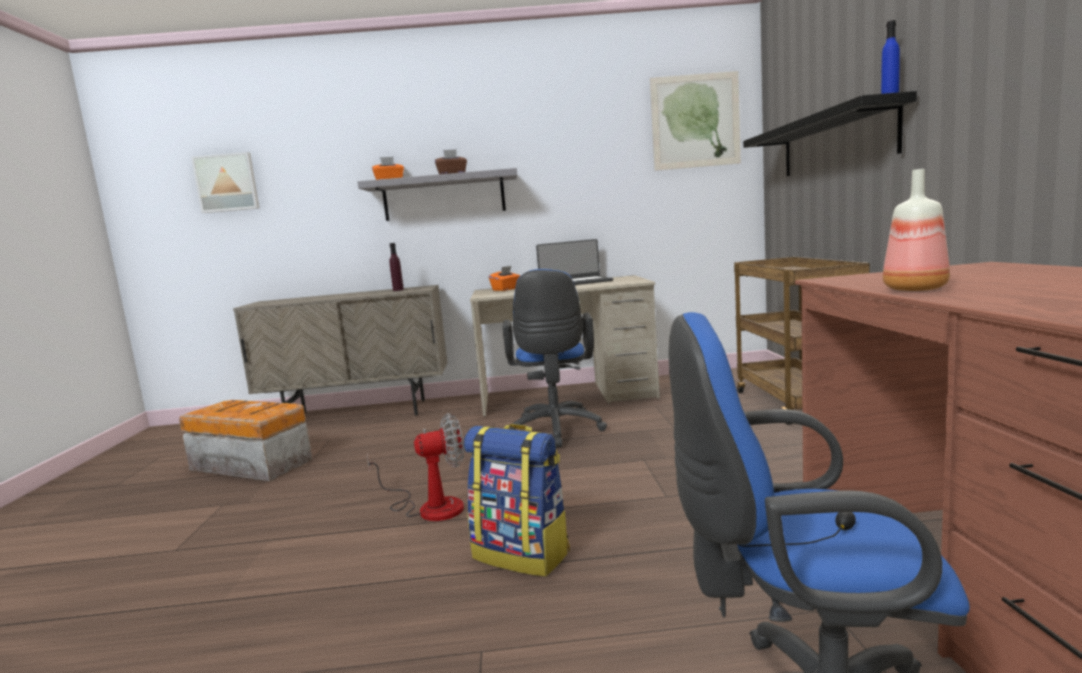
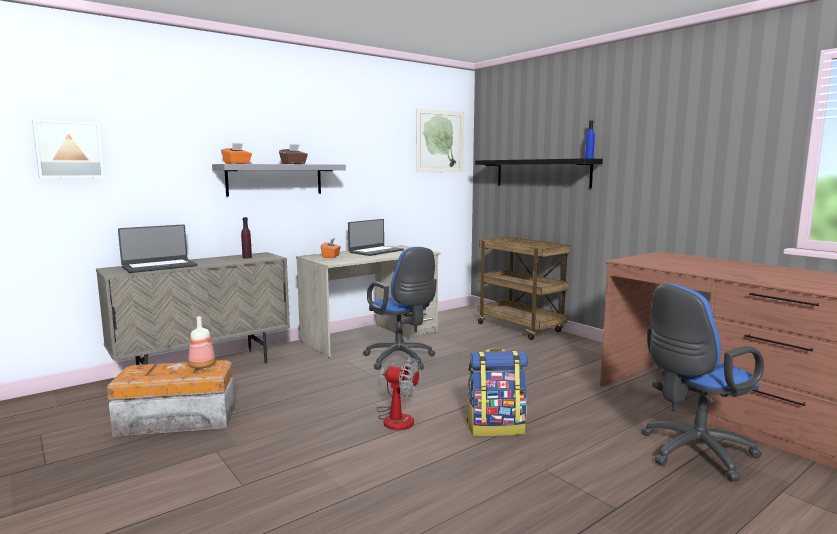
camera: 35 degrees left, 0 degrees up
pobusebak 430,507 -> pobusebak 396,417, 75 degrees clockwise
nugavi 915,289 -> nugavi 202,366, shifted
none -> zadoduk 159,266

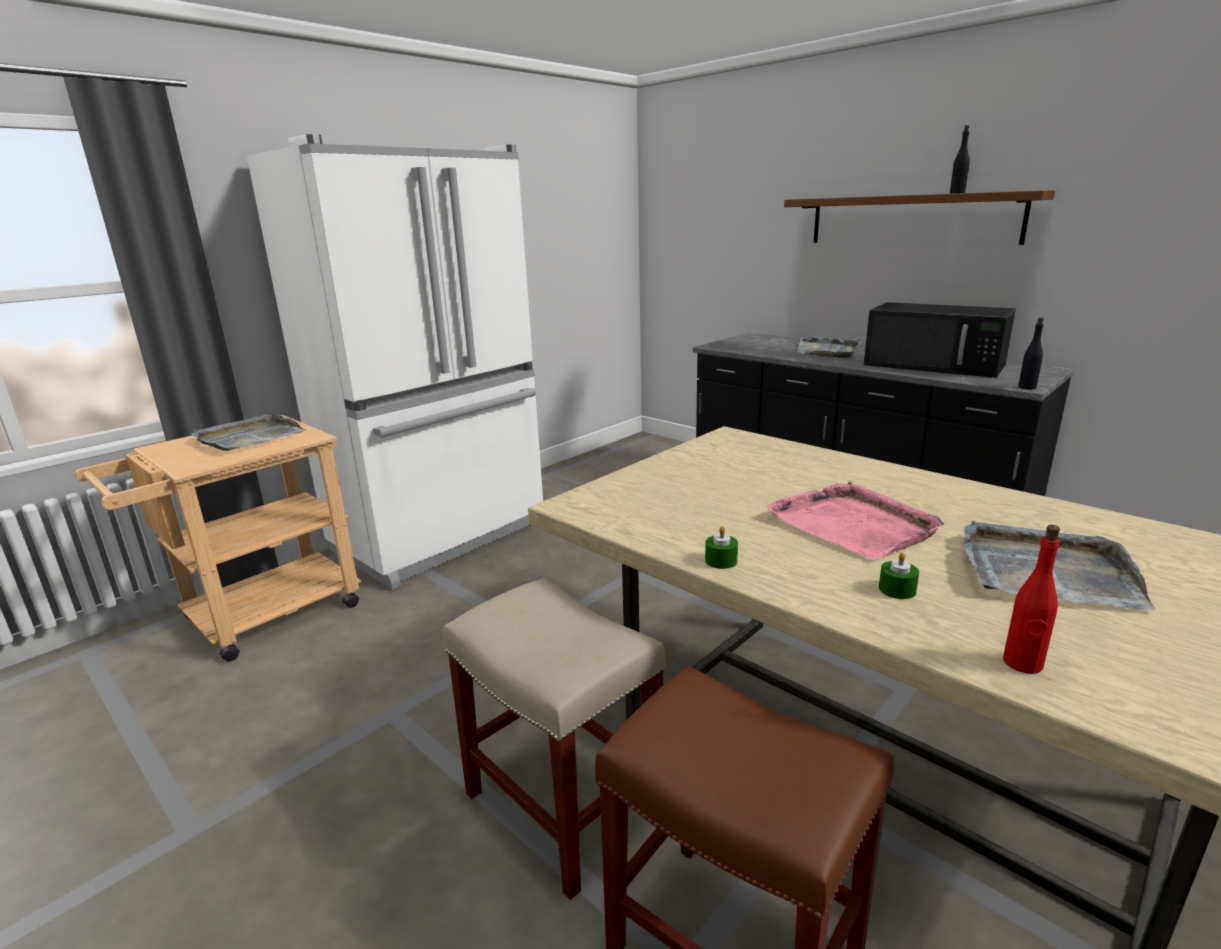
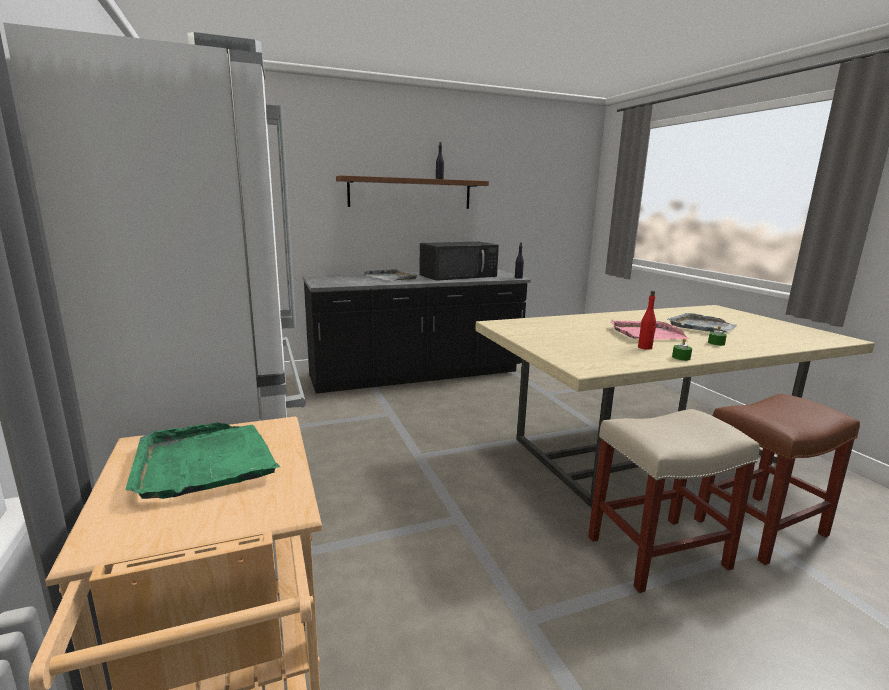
camera: 65 degrees left, 5 degrees down
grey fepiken 249,437 -> green fepiken 205,462
red nugavi 1022,663 -> red nugavi 645,347, shifted

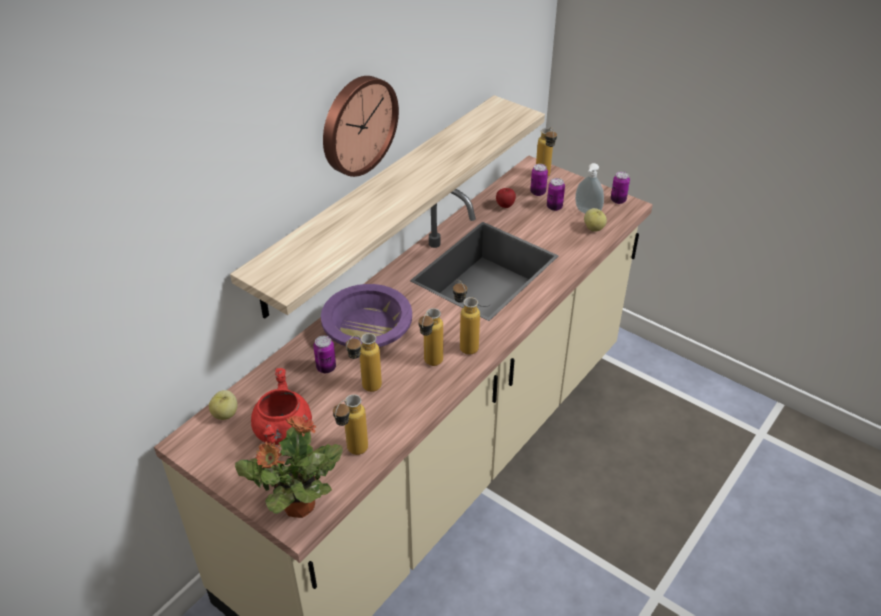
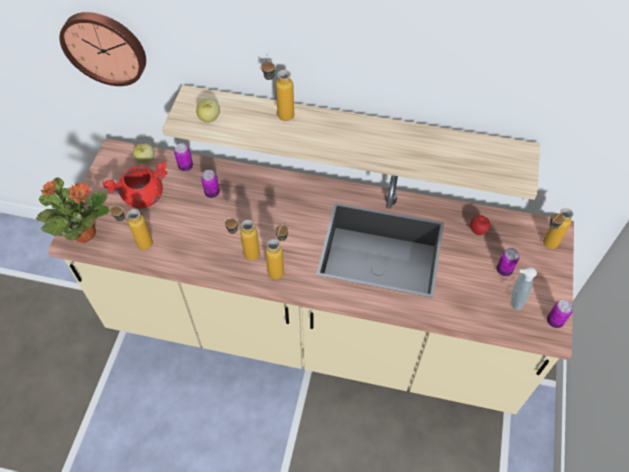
camera: 65 degrees right, 15 degrees up
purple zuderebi 367,329 -> none
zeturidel 357,124 -> zeturidel 105,47, shifted
nugavi 365,389 -> nugavi 279,113, shifted
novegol 538,192 -> novegol 185,166, shifted
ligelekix 594,228 -> ligelekix 209,118, shifted

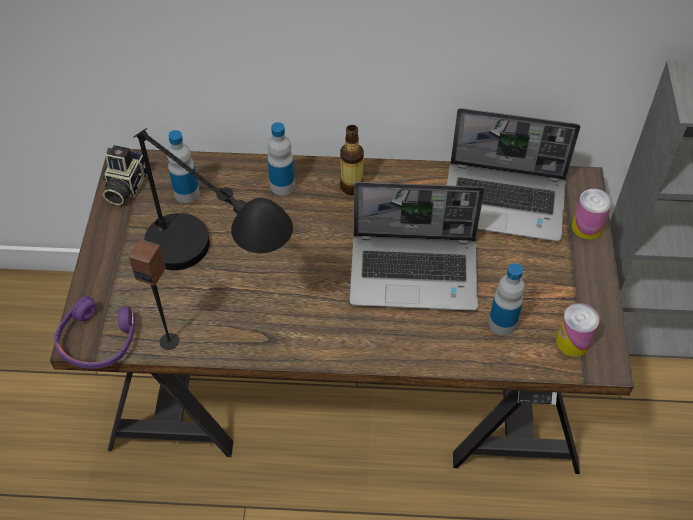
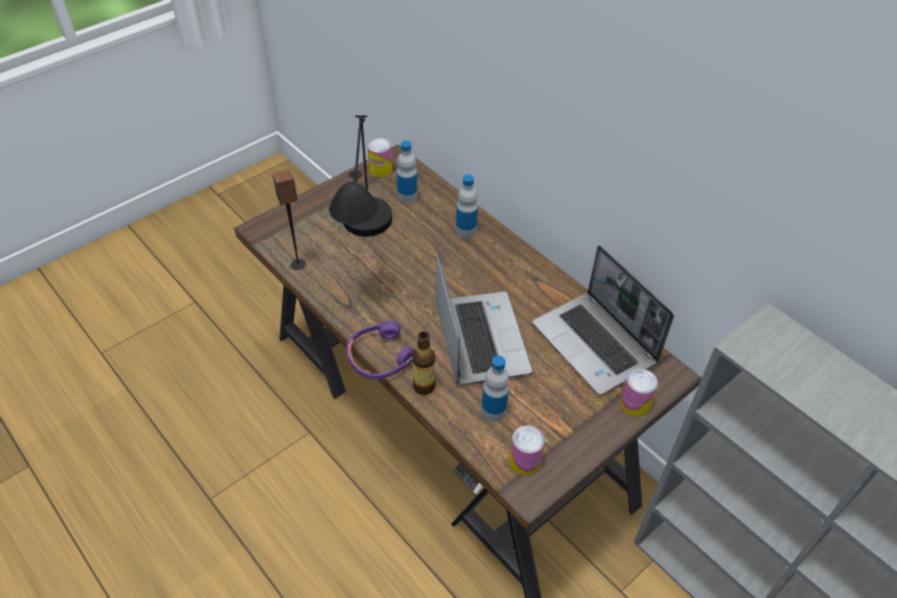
camera: 45 degrees right, 5 degrees down
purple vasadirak 97,340 -> purple vasadirak 380,357, shifted
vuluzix 125,186 -> novegol 380,169
nugavi 351,186 -> nugavi 424,386, shifted
zadoduk 415,272 -> zadoduk 479,338, 150 degrees counterclockwise

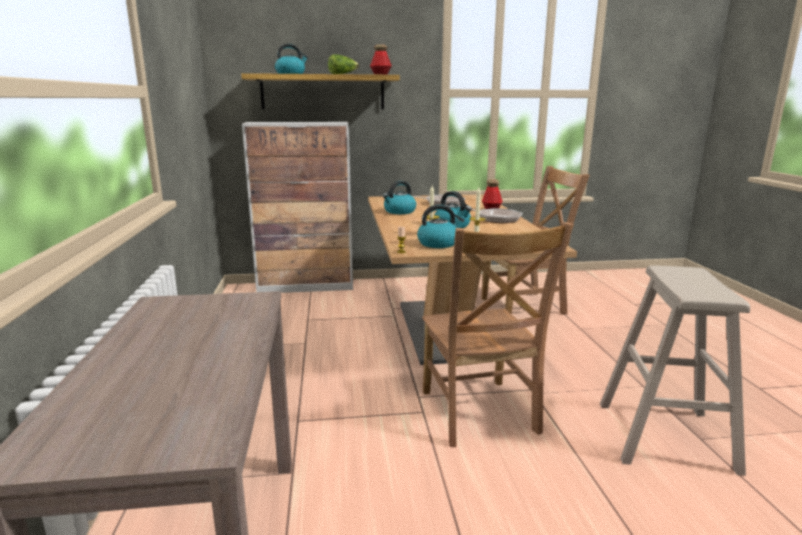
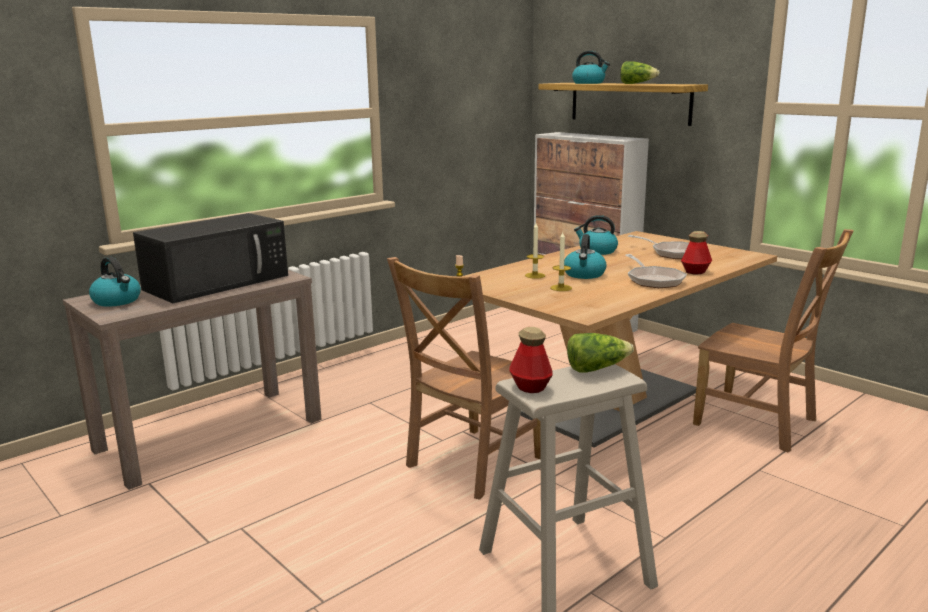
camera: 55 degrees right, 0 degrees up
nugavi 380,74 -> nugavi 530,387, shifted
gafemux 438,243 -> gafemux 117,301, shifted
none -> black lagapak 218,282
none -> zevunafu 596,368

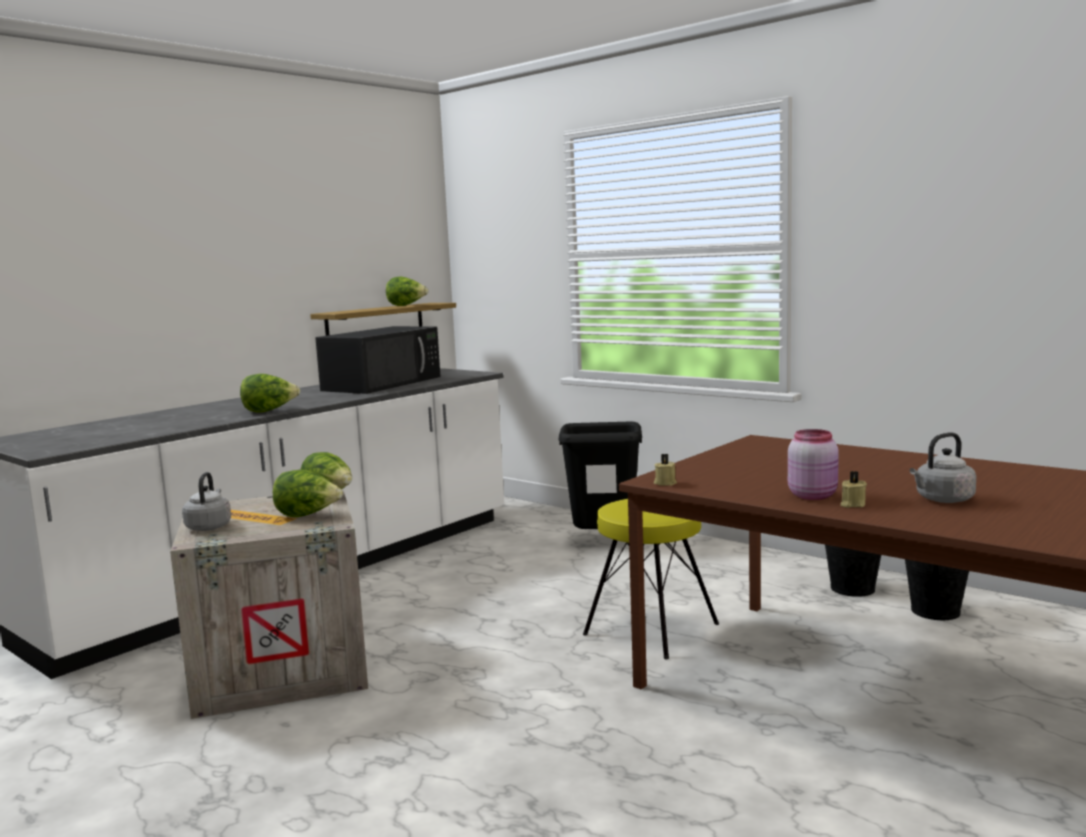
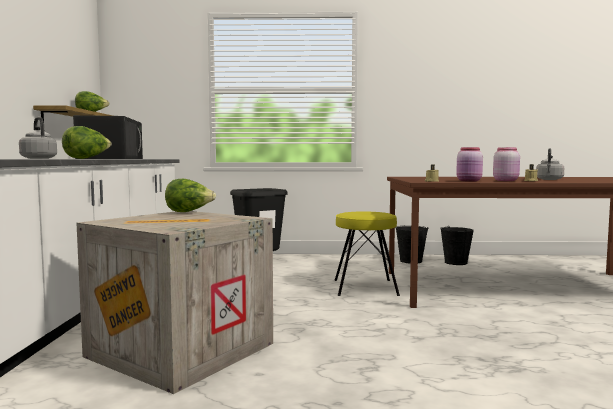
camera: 40 degrees left, 5 degrees down
grey gafemux 209,526 -> grey gafemux 38,158, shifted
zevunafu 307,515 -> none
none -> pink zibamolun 469,181

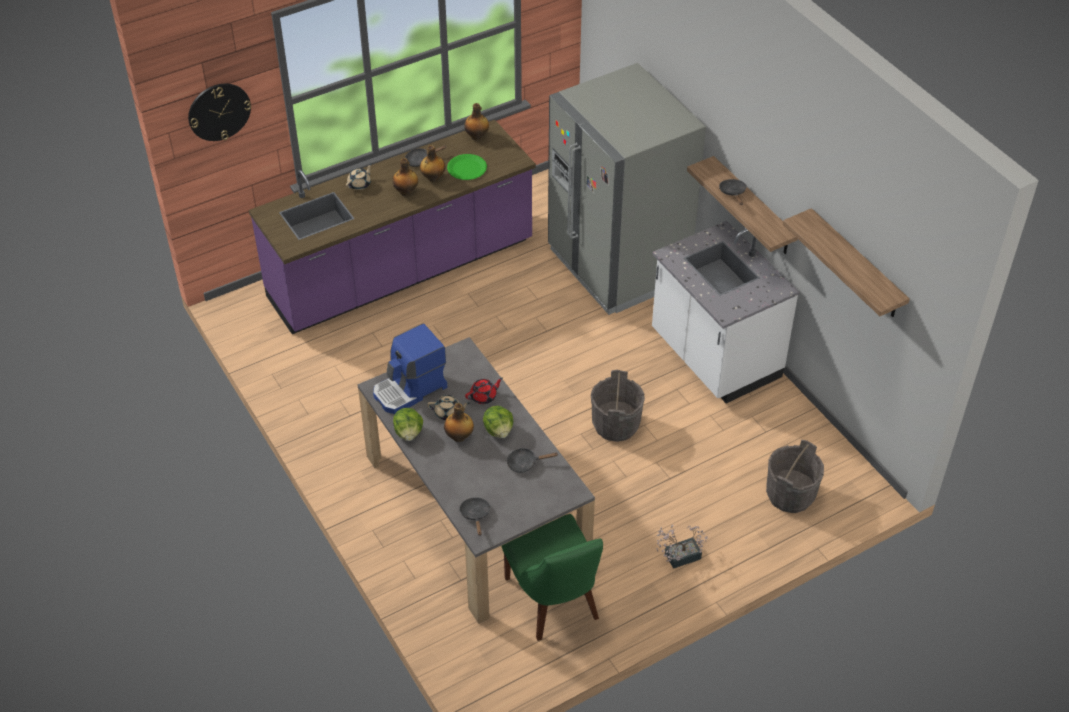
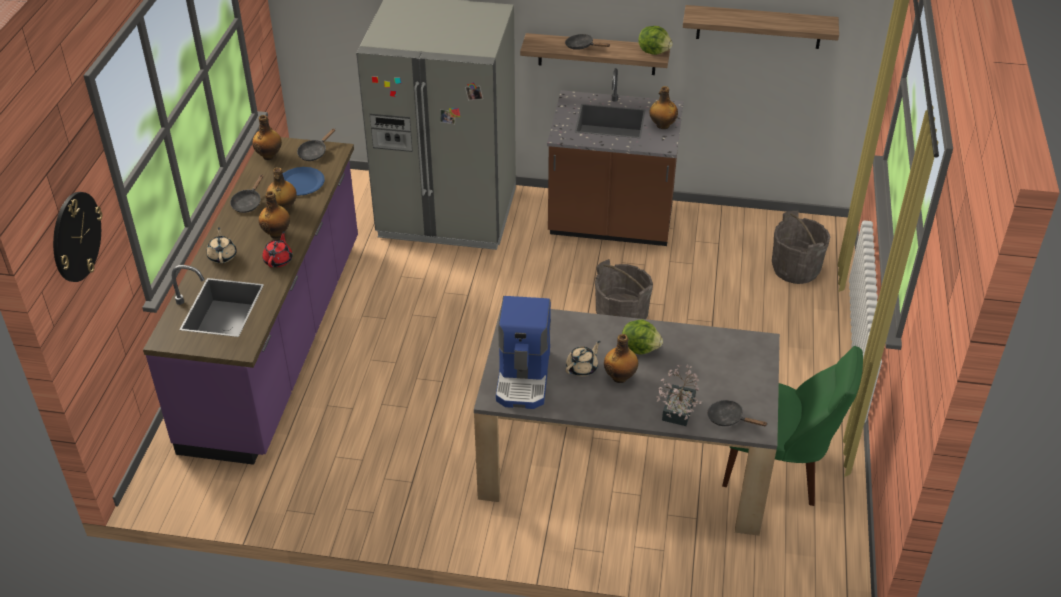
camera: 50 degrees left, 5 degrees down
zevunafu 409,433 -> zevunafu 654,51, shifted
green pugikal 466,168 -> blue pugikal 301,183
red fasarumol 484,396 -> red fasarumol 278,260, shifted
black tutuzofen 525,463 -> black tutuzofen 314,152, shifted
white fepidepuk 714,357 -> brown fepidepuk 611,223
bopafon 678,557 -> bopafon 676,413, shifted
none -> nugavi 662,125

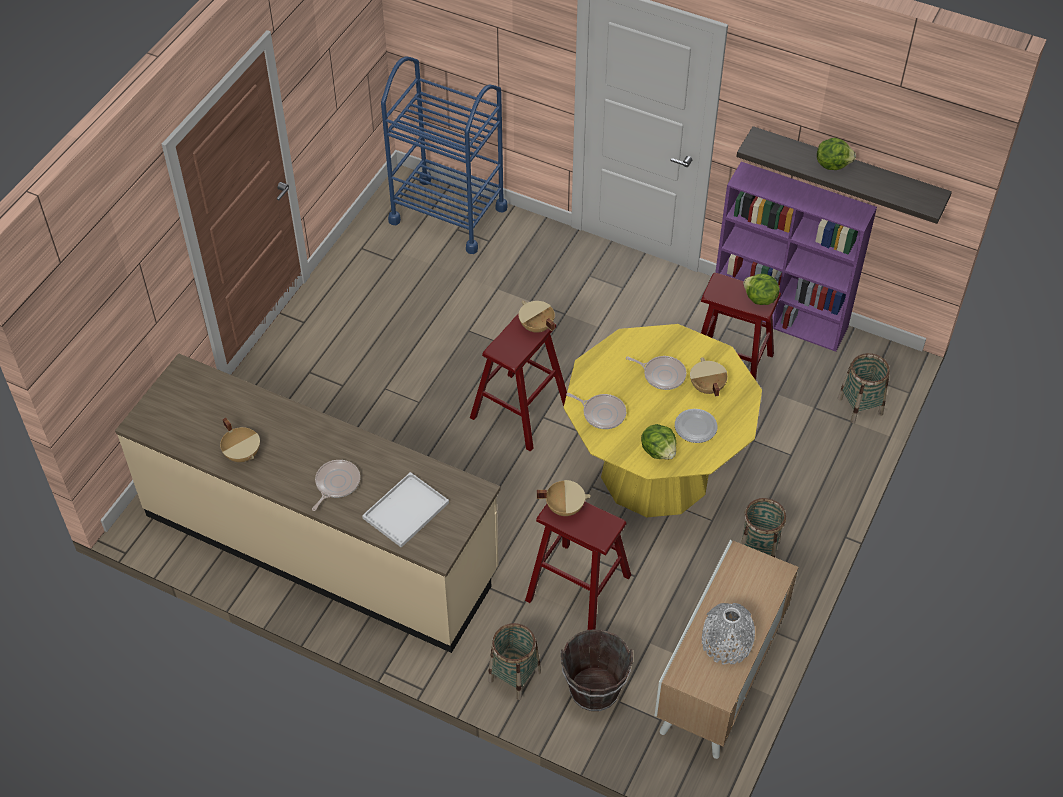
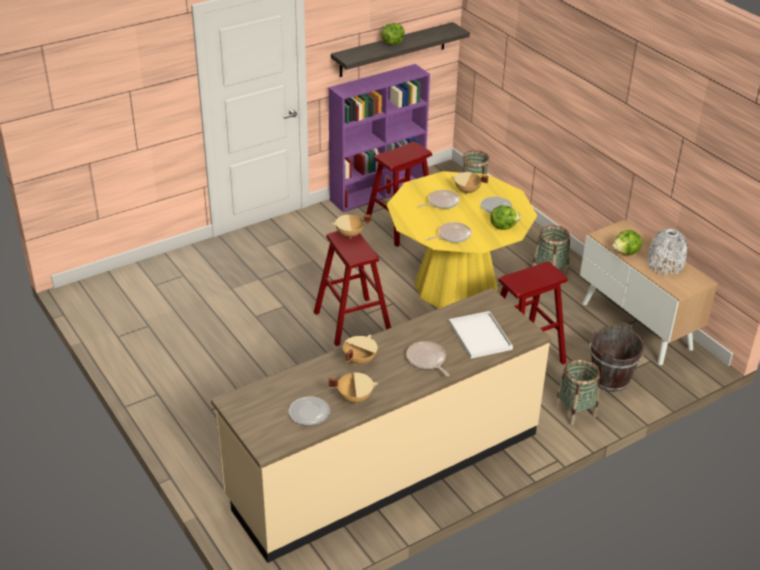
camera: 60 degrees left, 15 degrees down
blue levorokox 448,214 -> none
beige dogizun 564,507 -> beige dogizun 359,360, shifted
zevunafu 759,299 -> zevunafu 626,252, shifted
none -> pugikal 309,412

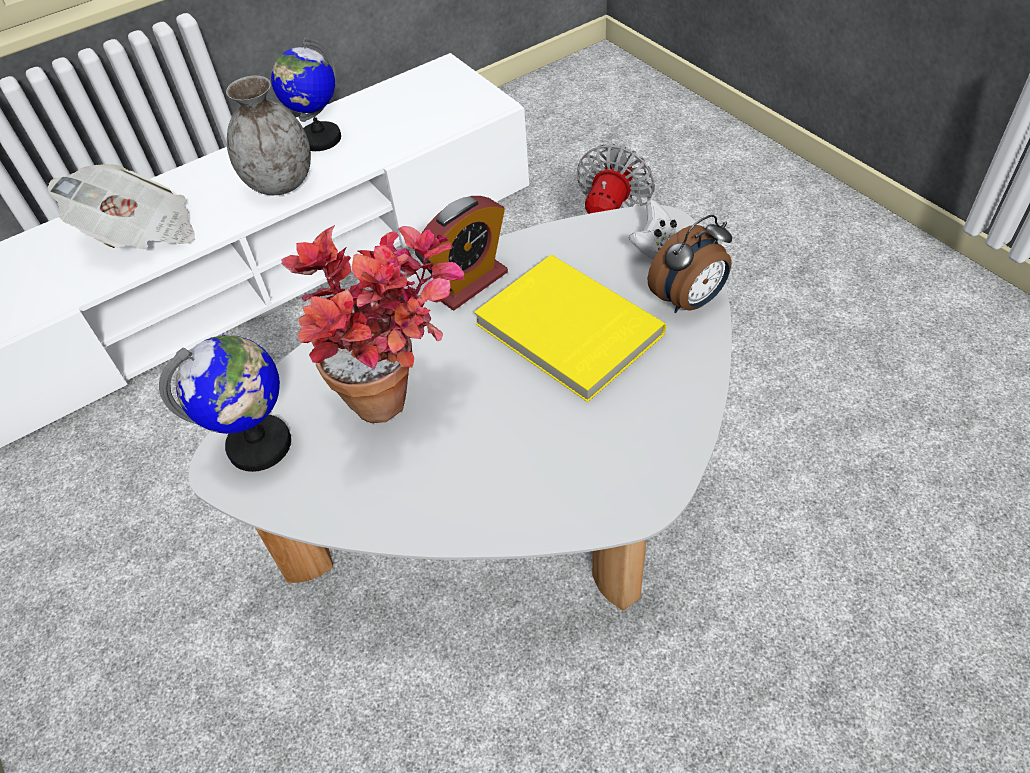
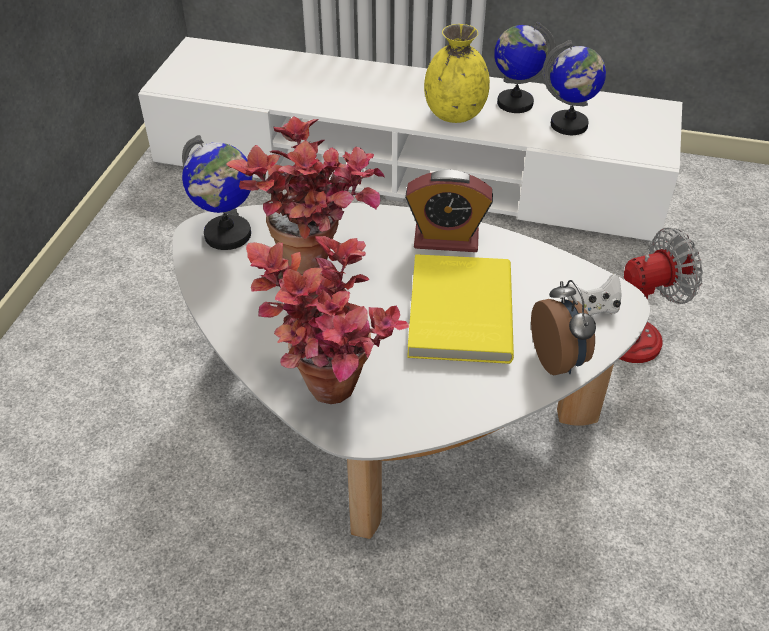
camera: 45 degrees right, 5 degrees down
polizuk 141,233 -> none
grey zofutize 281,183 -> yellow zofutize 455,114
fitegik 689,301 -> fitegik 559,360, 120 degrees counterclockwise
none -> bopafon 332,402
none -> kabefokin 569,125

